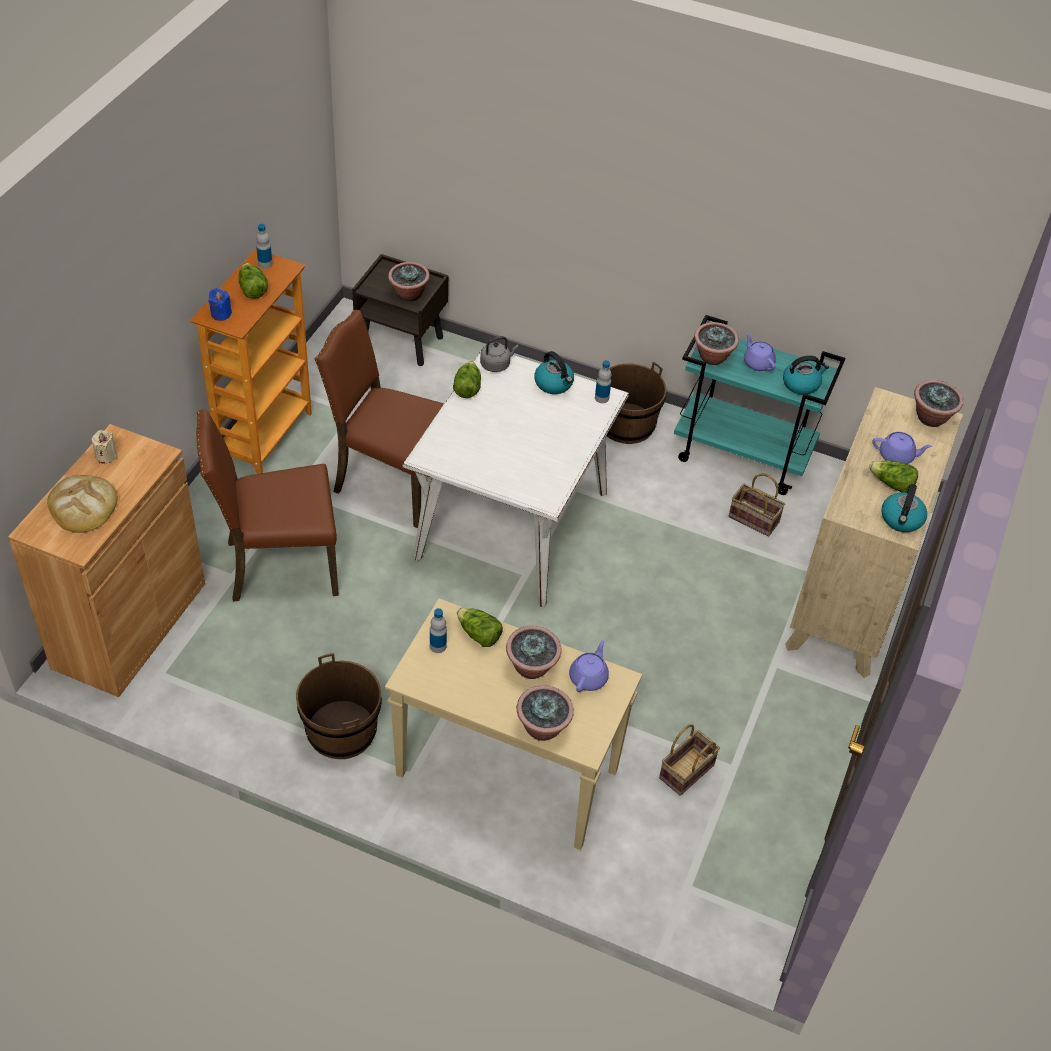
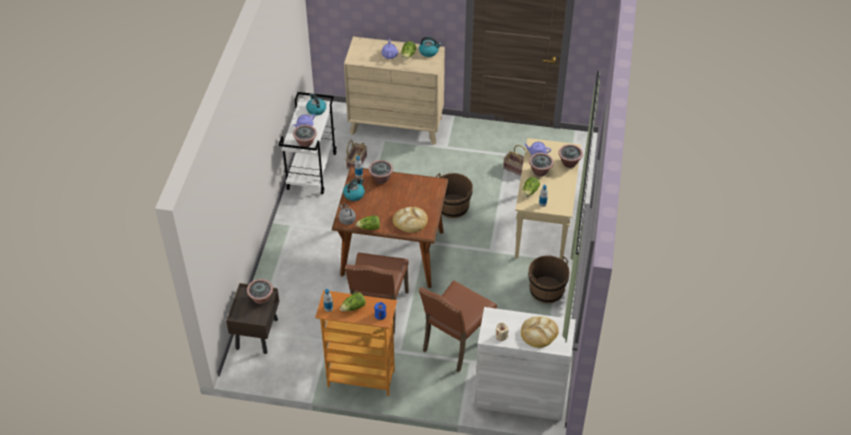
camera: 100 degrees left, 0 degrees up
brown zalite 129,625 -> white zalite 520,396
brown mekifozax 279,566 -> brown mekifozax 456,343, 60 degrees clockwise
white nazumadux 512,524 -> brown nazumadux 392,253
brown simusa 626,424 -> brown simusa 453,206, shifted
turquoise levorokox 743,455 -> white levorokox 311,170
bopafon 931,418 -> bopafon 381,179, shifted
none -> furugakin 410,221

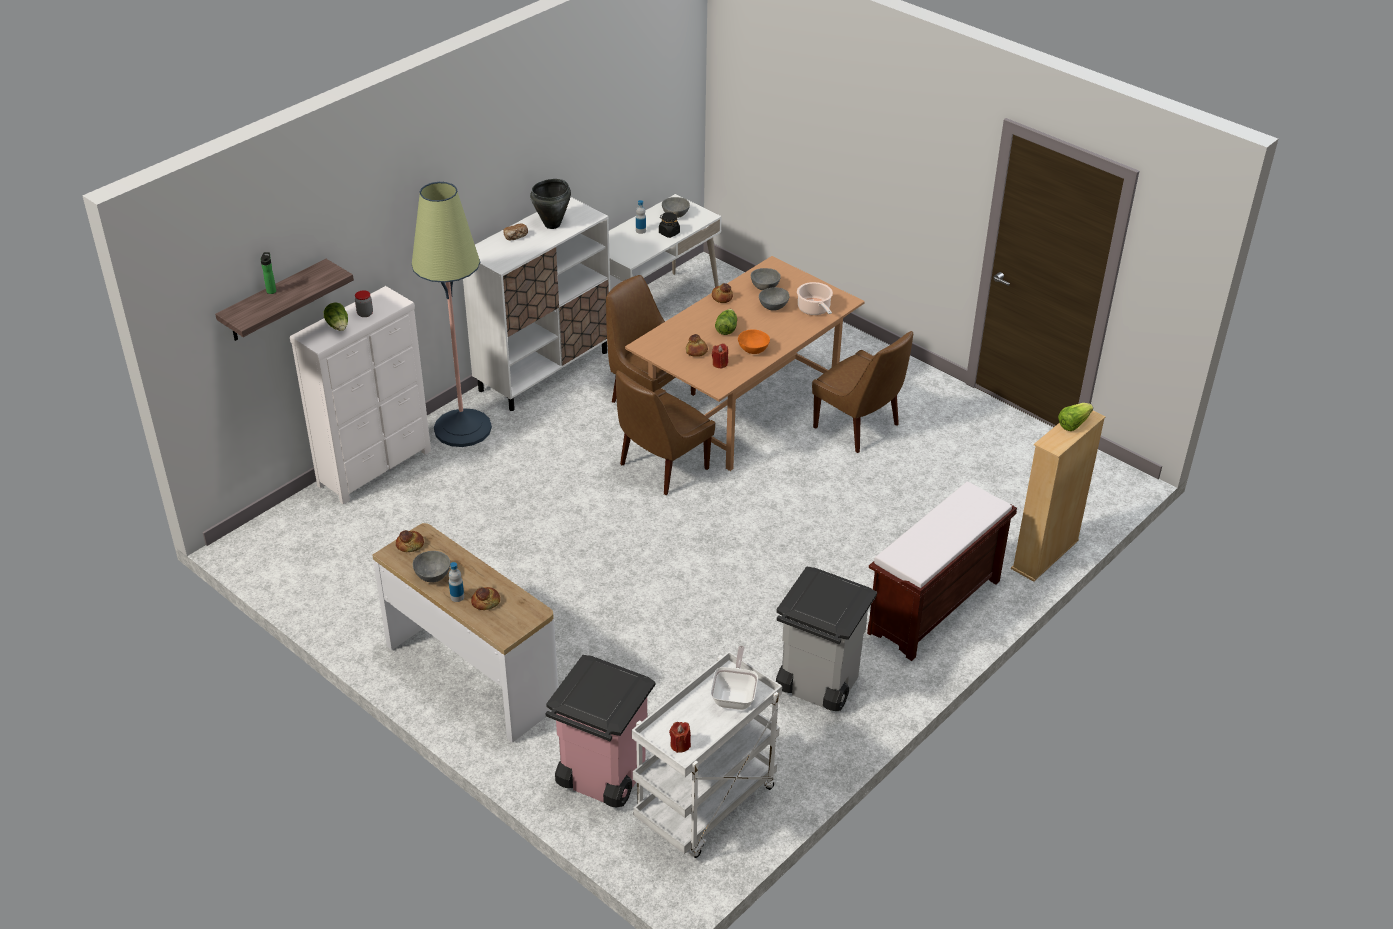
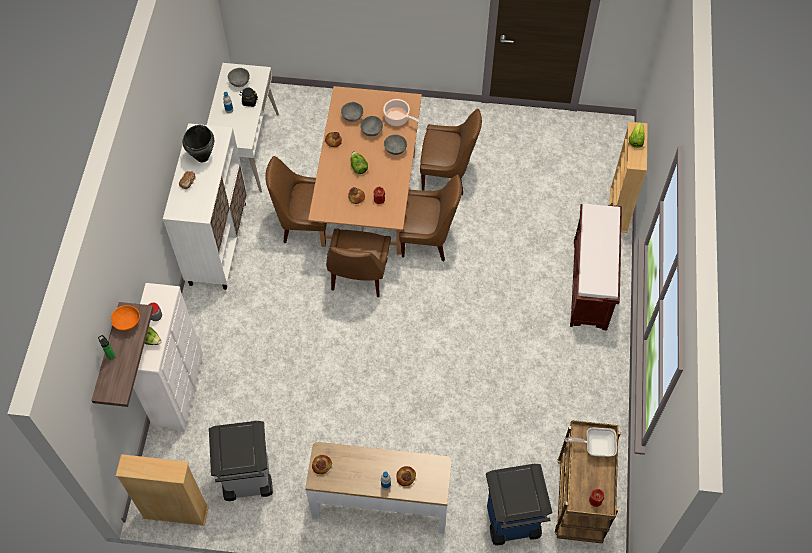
camera: 35 degrees left, 20 degrees up
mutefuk 462,429 -> none
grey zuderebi 432,575 -> grey zuderebi 395,149, shifted
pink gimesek 601,778 -> blue gimesek 511,522
white levorokox 706,807 -> brown levorokox 580,501
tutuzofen 735,695 -> tutuzofen 595,446, 60 degrees counterclockwise
orange zuderebi 752,350 -> orange zuderebi 127,323, shifted
grey gimesek 817,685 -> grey gimesek 247,480, shifted
none -> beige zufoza 176,512
none -> brown mekifozax 428,239

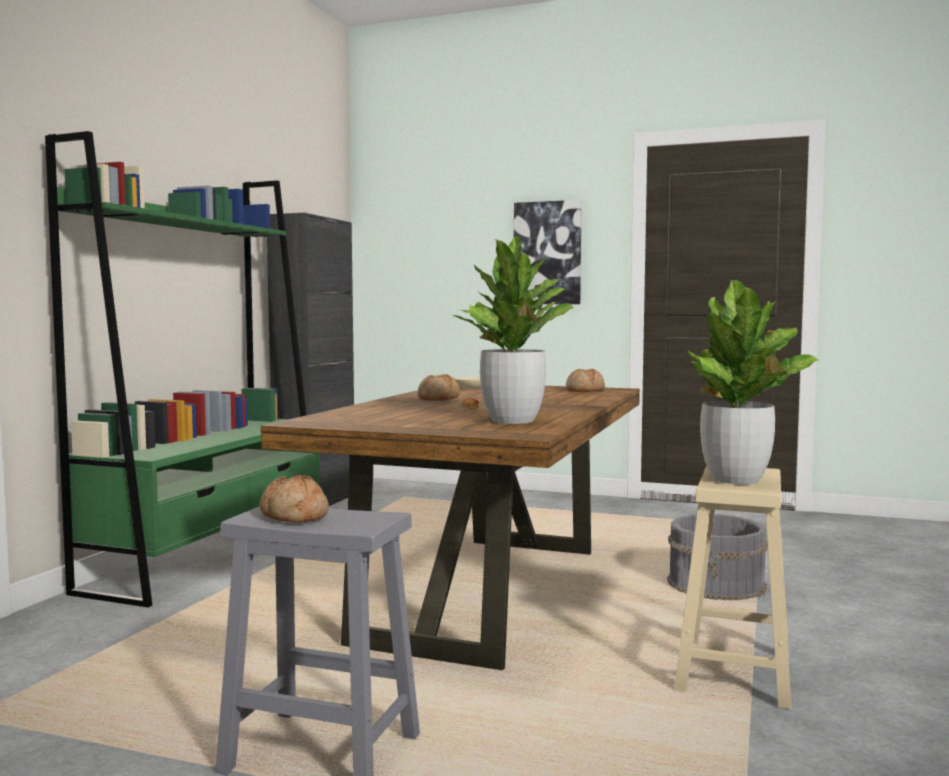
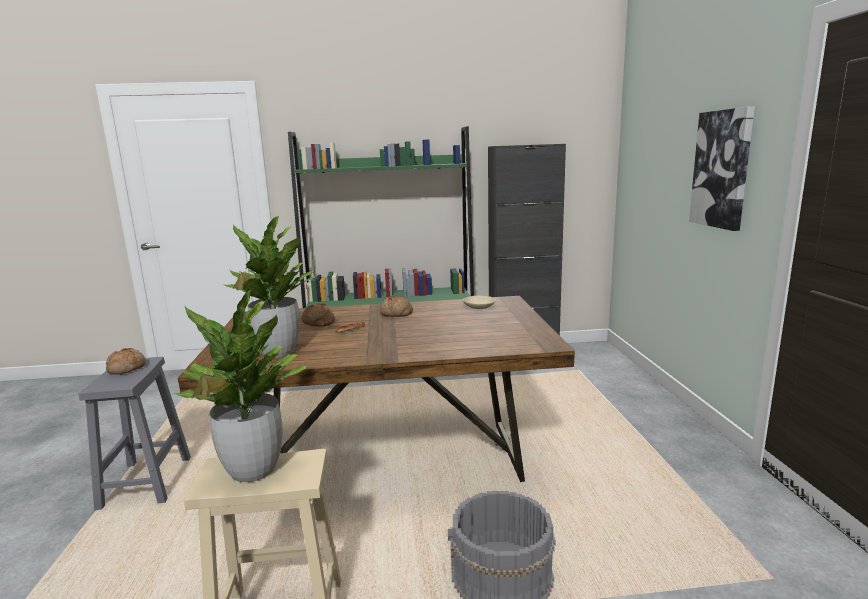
camera: 65 degrees right, 10 degrees up
furugakin 585,390 -> furugakin 318,323, shifted

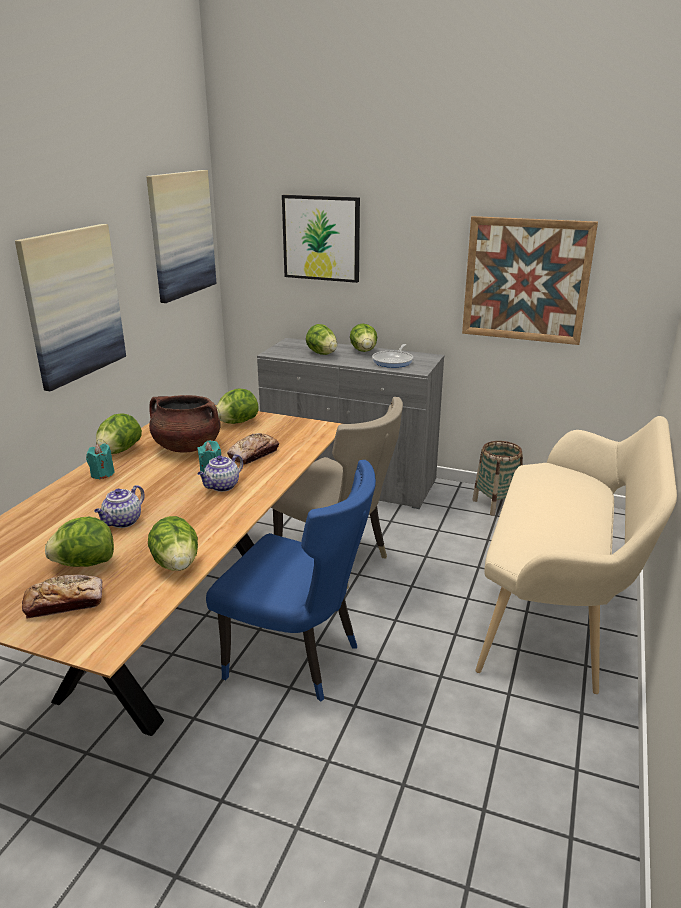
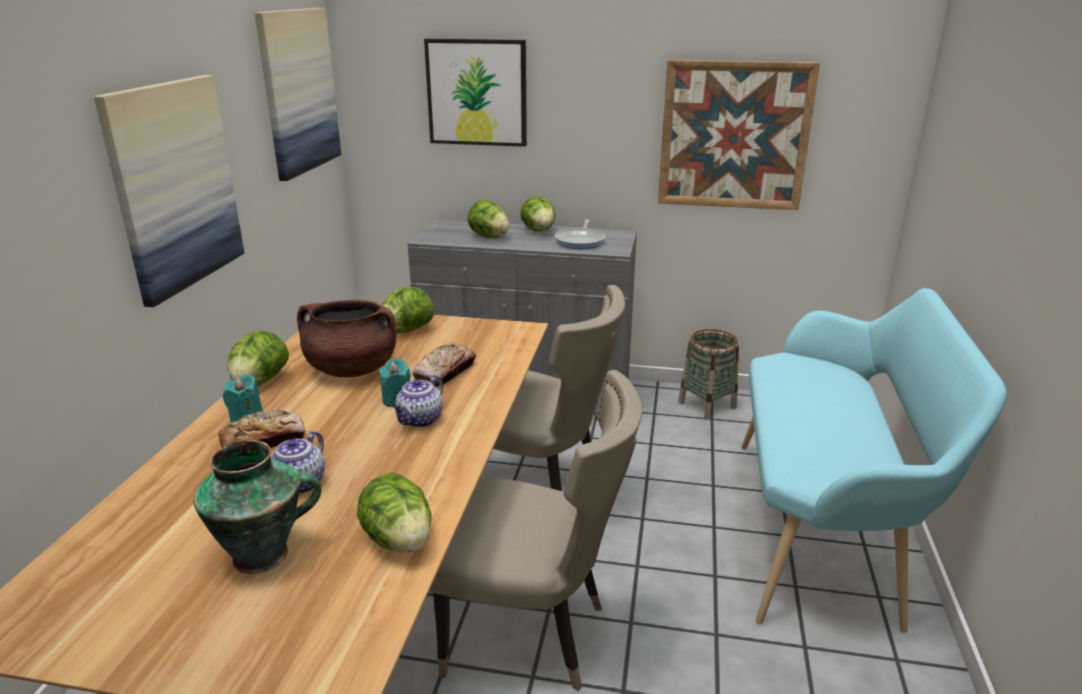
camera: 10 degrees left, 0 degrees up
furugakin 65,603 -> furugakin 263,441, shifted
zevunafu 85,564 -> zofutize 264,555
blue mekifozax 299,659 -> beige mekifozax 532,635
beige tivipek 559,611 -> turquoise tivipek 825,530

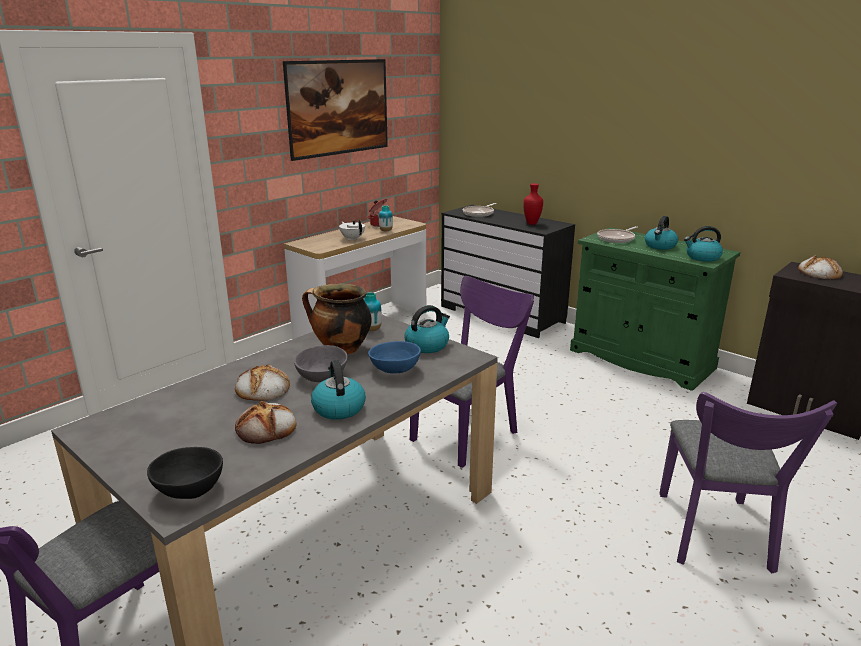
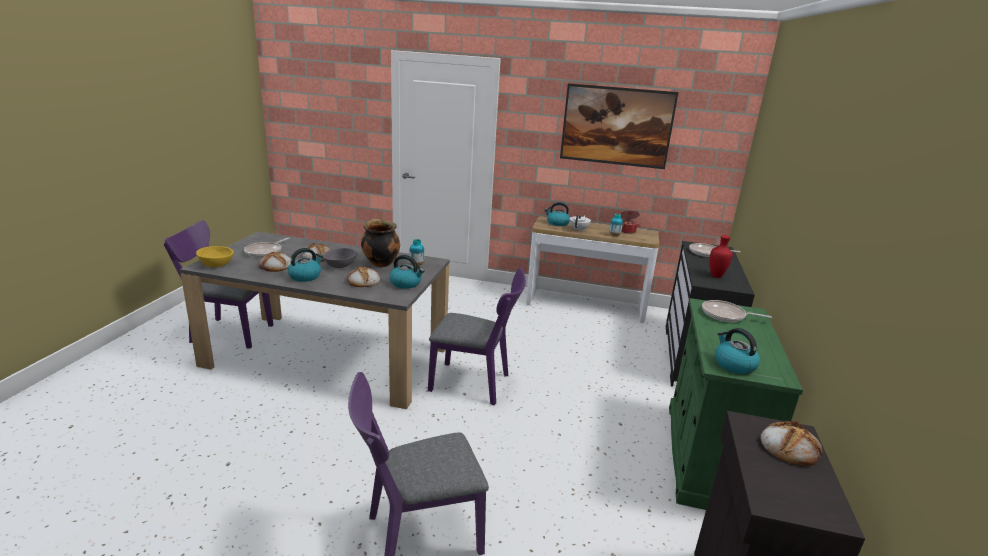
camera: 60 degrees right, 0 degrees up
black zuderebi 189,489 -> yellow zuderebi 216,264
blue zuderebi 396,369 -> furugakin 363,281
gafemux 660,246 -> gafemux 557,223, shifted
none -> tutuzofen 265,252

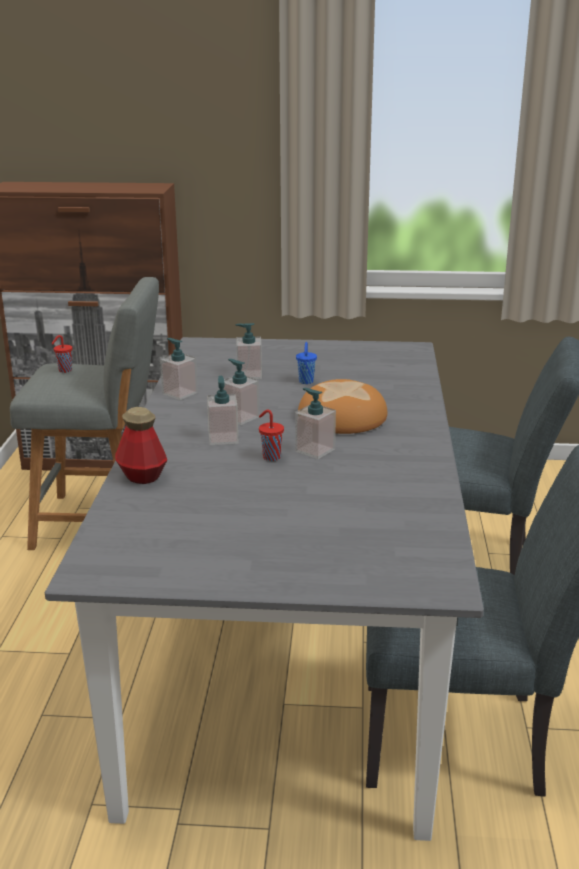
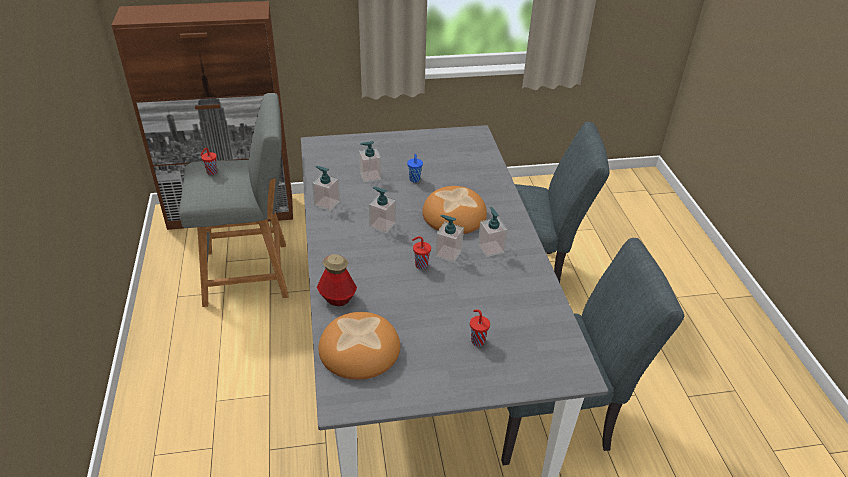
camera: 15 degrees left, 15 degrees up
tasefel 223,438 -> tasefel 491,248, shifted
none -> furugakin 360,349
none -> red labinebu 477,340

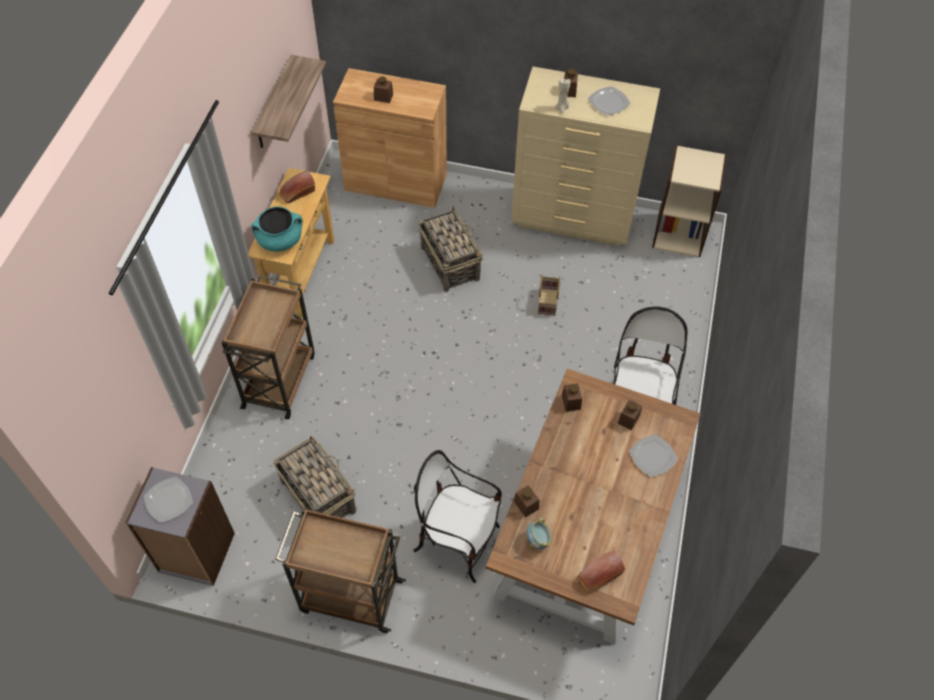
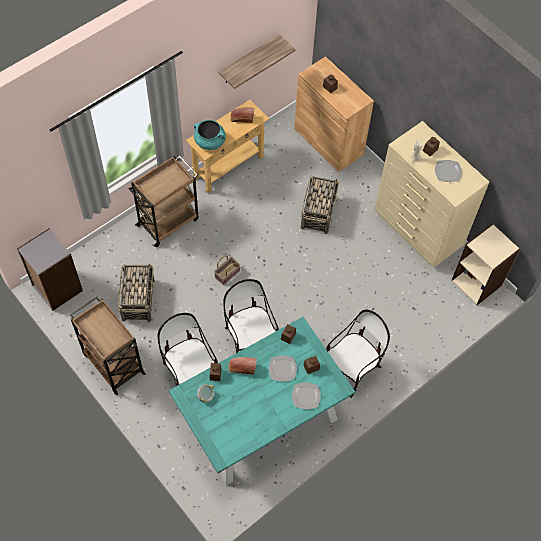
camera: 35 degrees right, 5 degrees up
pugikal 169,500 -> pugikal 282,368, shifted
brown nazumadux 584,532 -> turquoise nazumadux 261,416
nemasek 547,301 -> nemasek 227,273, shifted
furugakin 598,576 -> furugakin 242,367, shifted
none -> mekifozax 250,341

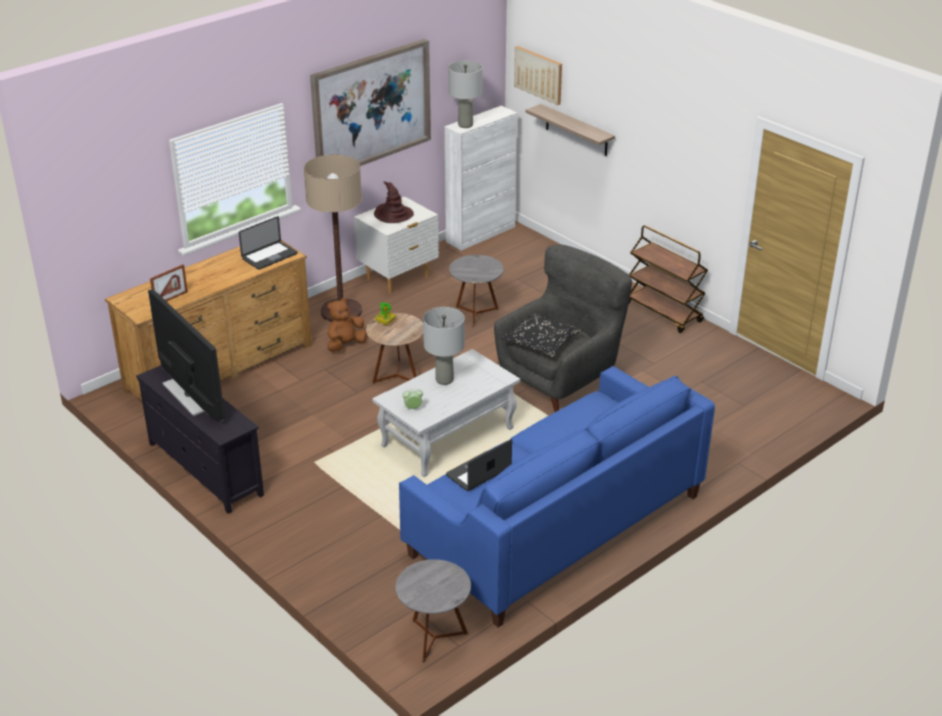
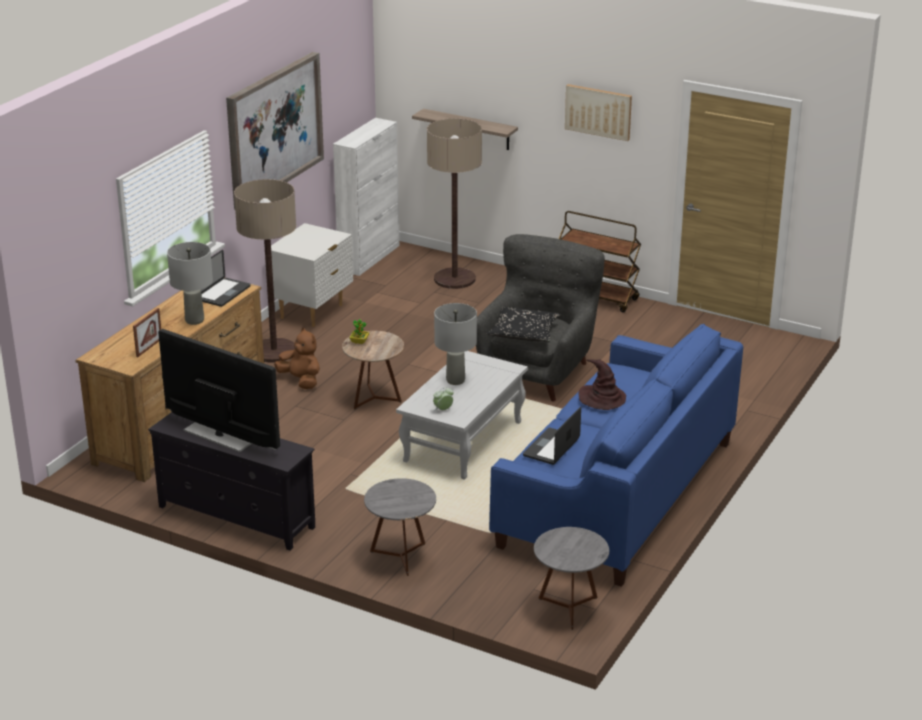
camera: 20 degrees left, 5 degrees down
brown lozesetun 345,345 -> brown lozesetun 301,380, 105 degrees clockwise
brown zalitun 393,215 -> brown zalitun 602,398, shifted
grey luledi 465,125 -> grey luledi 194,320, shifted
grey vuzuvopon 476,314 -> grey vuzuvopon 401,557, shifted
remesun 539,74 -> remesun 598,111, shifted
none -> mutefuk 454,279

